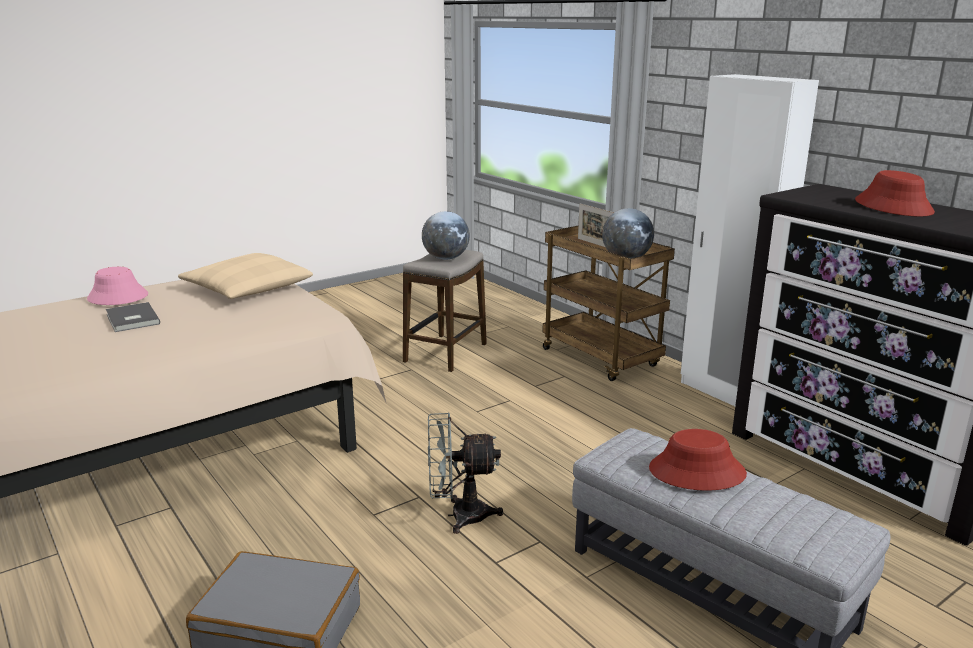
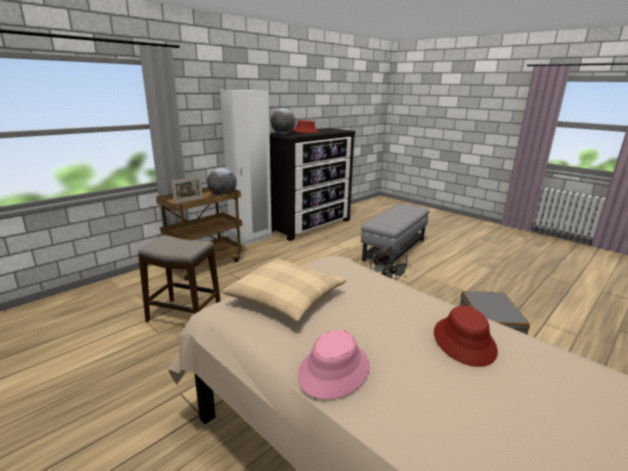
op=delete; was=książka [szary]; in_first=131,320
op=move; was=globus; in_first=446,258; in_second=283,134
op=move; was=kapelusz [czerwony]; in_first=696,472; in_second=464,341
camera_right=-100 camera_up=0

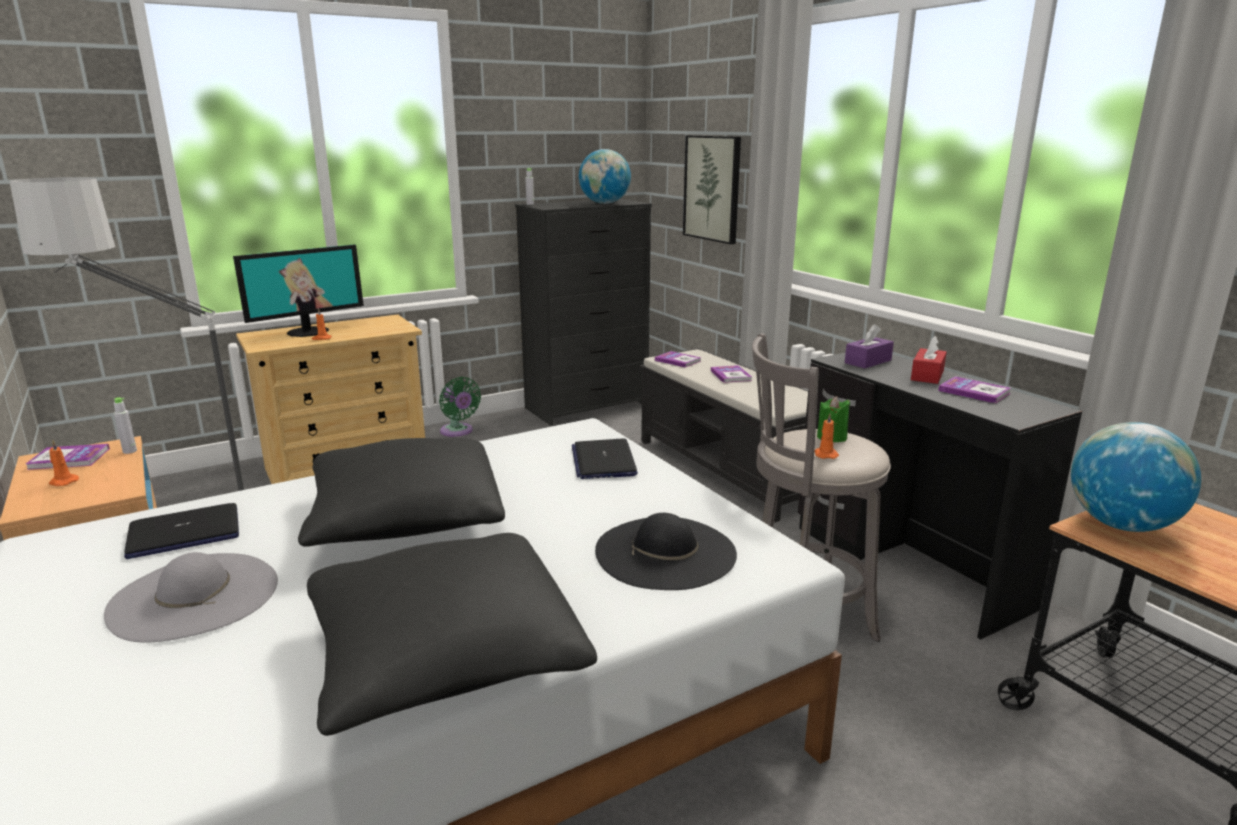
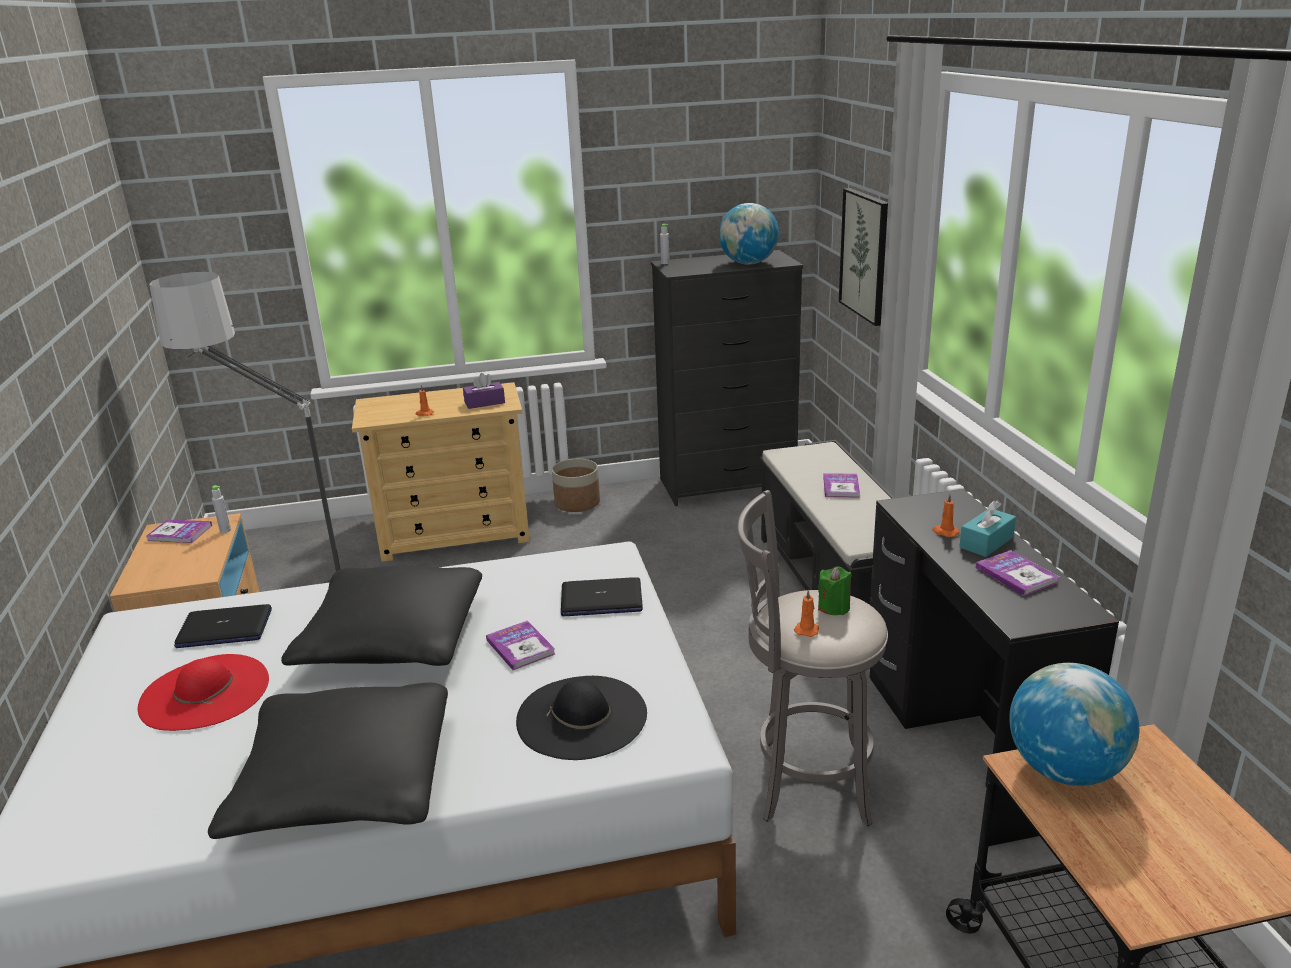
op=move; was=świeca [pomarańczowy]; in_first=63,482; in_second=944,532
op=recolor; was=kapelusz [szary]; now=kapelusz [czerwony]; in_first=194,596; in_second=205,692
op=delete; was=monitor; in_first=308,331
op=replace; was=wentylator [zielony]; now=donica; in_first=458,431; in_second=577,503
op=rotate; was=laptop; in_first=603,461; in_second=601,599; clockwise=-105
op=move; was=książka; in_first=678,360; in_second=520,647
op=move; was=pudełko chusteczek [fioletowy]; in_first=868,361; in_second=484,403
op=recolor; was=pudełko chusteczek [czerwony]; now=pudełko chusteczek [turkusowy]; in_first=927,375; in_second=986,542
camera_right=20 camera_up=5

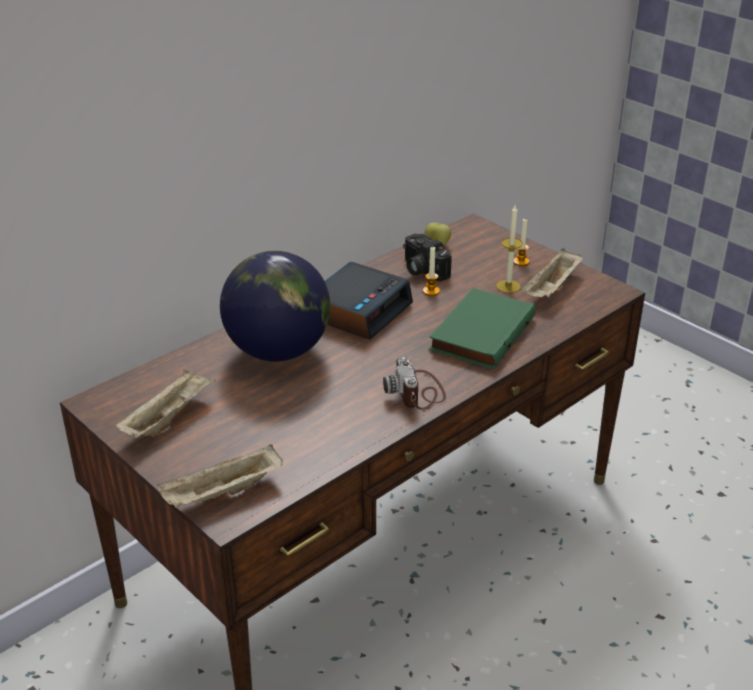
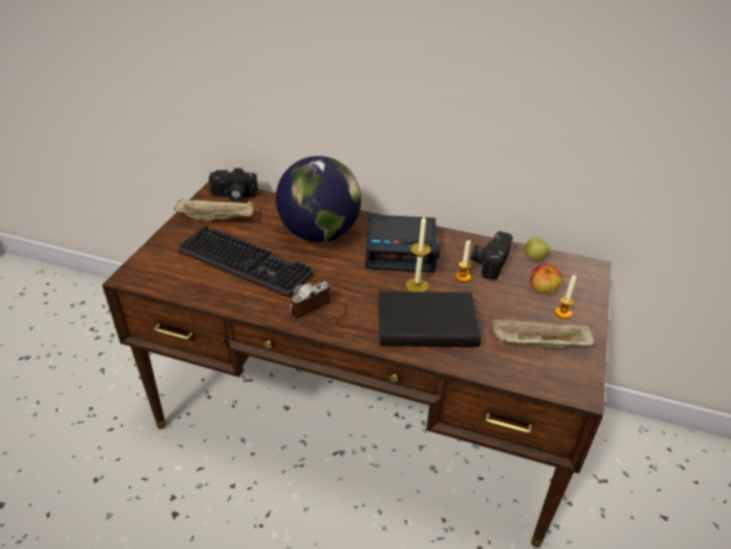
op=delete; was=taca [beżowy]; in_first=222,494
op=recolor; was=książka [zielony]; now=książka [czarny]; in_first=480,333; in_second=427,322
op=move; was=świeca; in_first=508,286; in_second=417,285
op=insert; now=klawiatura; in_second=248,262
op=insert; now=aparat fotograficzny; in_second=233,196
op=insert; now=jabłko; in_second=542,290
camera_right=60 camera_up=5

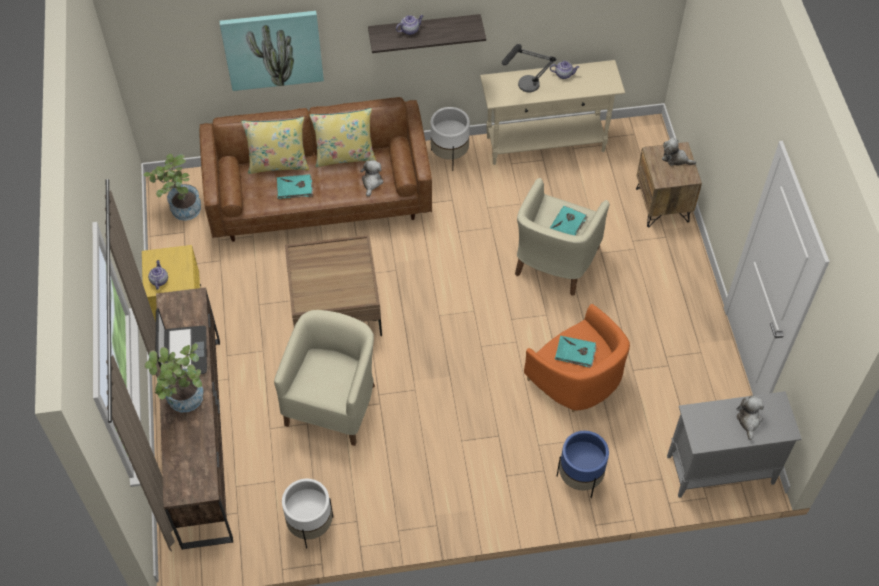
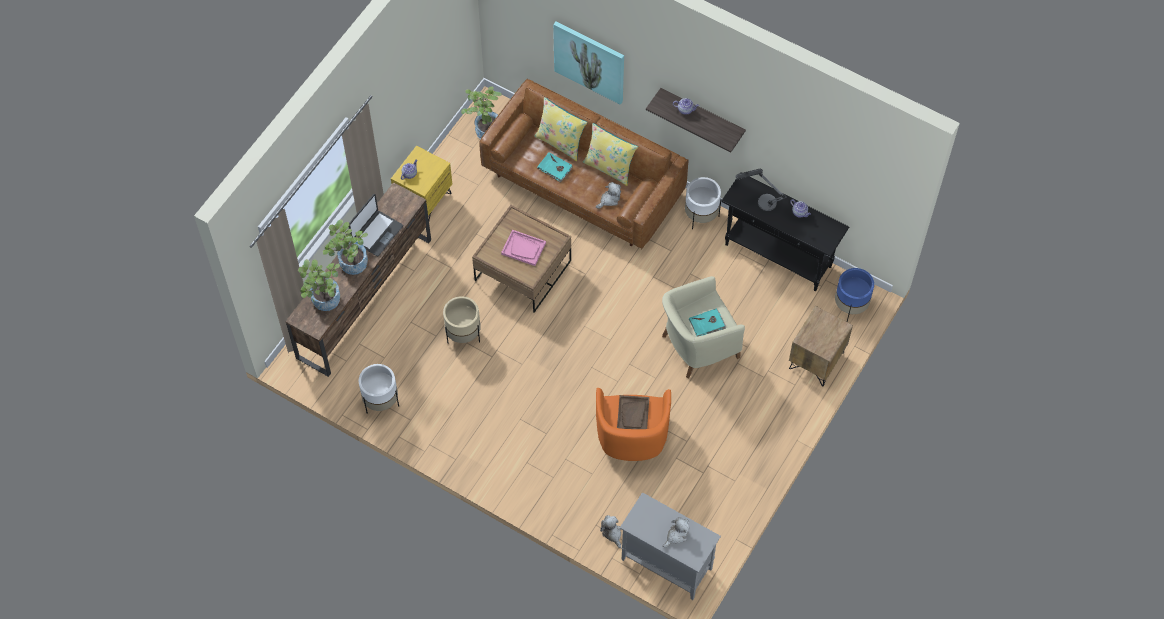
op=replace; was=fotel [beżowy]; now=donica [beżowy]; in_first=333,403; in_second=463,334
op=recolor; was=stolik konsolowy [beżowy]; now=stolik konsolowy [czarny]; in_first=546,144; in_second=778,256
op=replace; was=książka [turkusowy]; now=taca [brązowy]; in_first=575,353; in_second=633,414
op=move; was=donica [niebieski]; in_first=580,478; in_second=850,306
op=move; was=pluszak; in_first=675,158; in_second=612,533
op=insert; now=roślina doniczkowa; in_second=324,303
op=insert; now=taca [różowy]; in_second=523,248
camera_right=40 camera_up=5

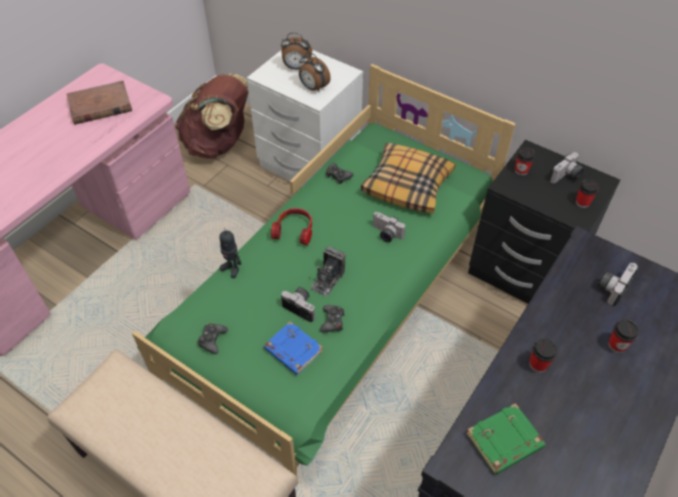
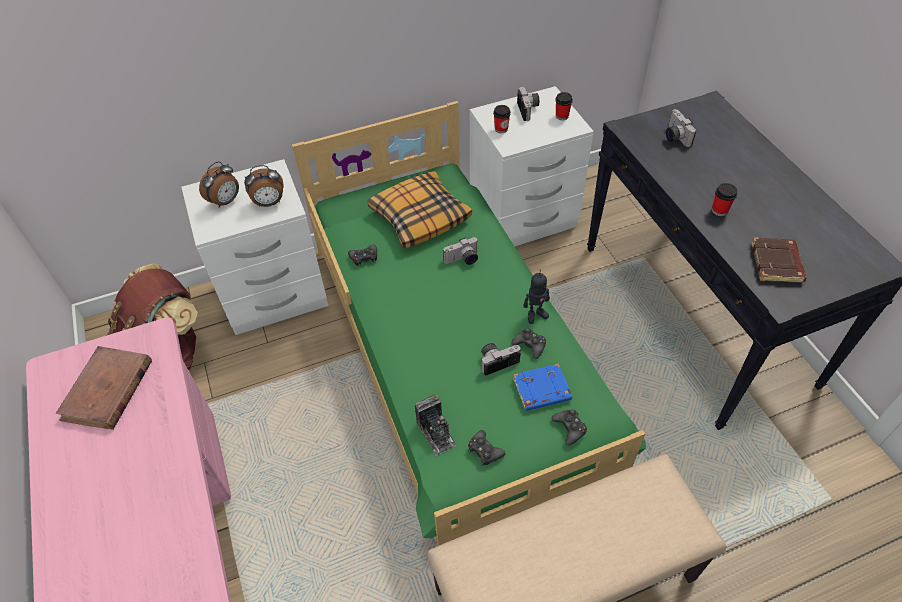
op=move; was=robot zabawkowy; in_first=232,268; in_second=535,314
op=delete; was=słuchawki; in_first=294,230
op=move; was=aparat fotograficzny; in_first=327,280; in_second=436,433
op=recolor; was=książka [zielony]; now=książka [brązowy]; in_first=504,442; in_second=777,264
op=recolor; was=szafka nocna [czarny]; now=szafka nocna [biały]; in_first=523,272; in_second=523,218
op=delete; was=filiżanka; in_first=617,345
op=insert; now=pad do gier [czarny]; in_second=569,428
camera_right=-55 camera_up=0

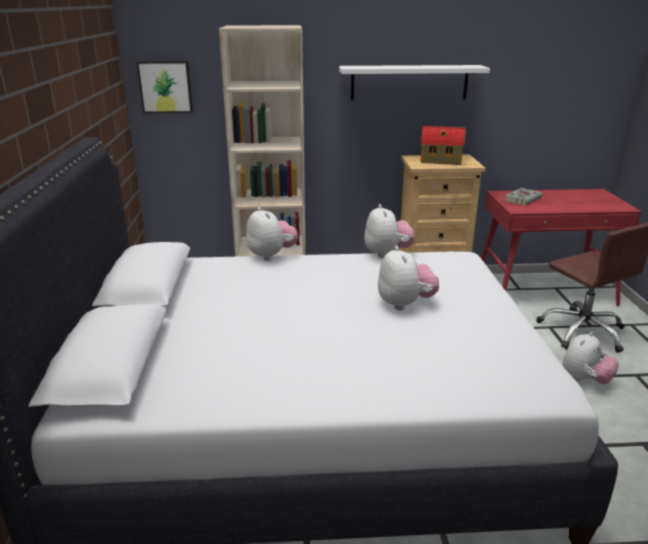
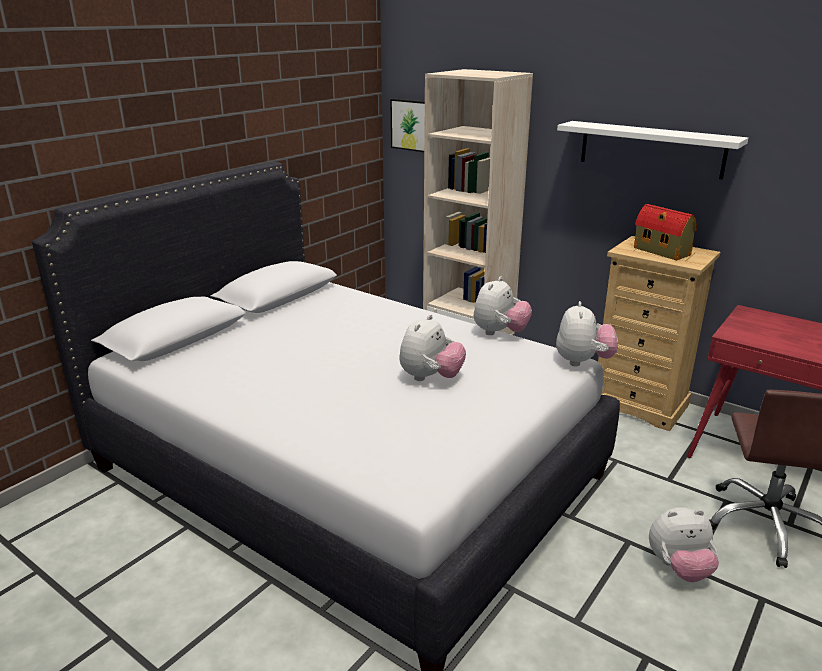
op=move; was=pluszak; in_first=271,255; in_second=583,362
op=delete; was=książka [szary]; in_first=523,199
camera_right=40 camera_up=0

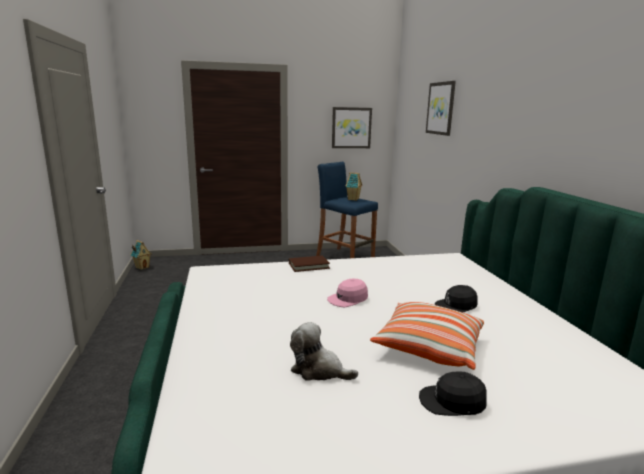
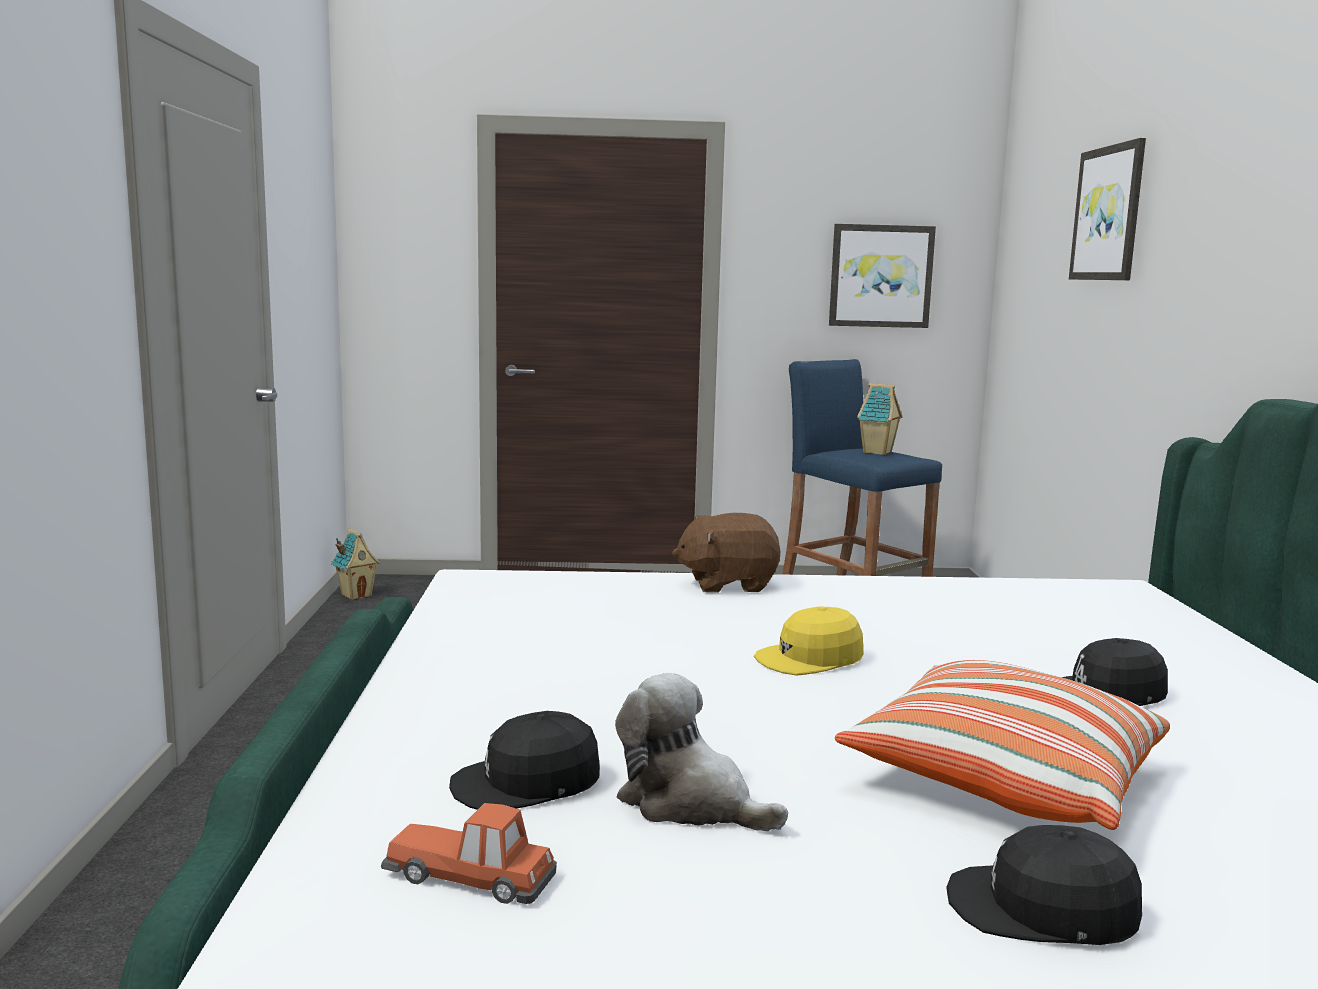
op=replace; was=książka [brązowy]; now=pluszak [brązowy]; in_first=308,266; in_second=727,584
op=recolor; was=czapka z daszkiem [różowy]; now=czapka z daszkiem [żółty]; in_first=348,299; in_second=810,659
op=insert; now=samochodzik; in_second=471,876
op=insert; now=czapka z daszkiem [czarny]; in_second=527,783
camera_right=10 camera_up=-5

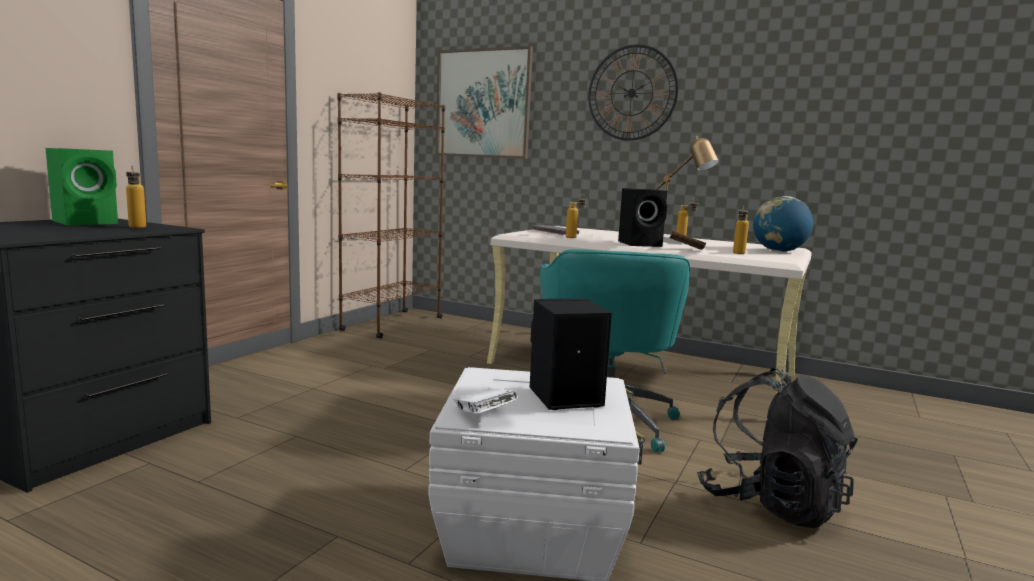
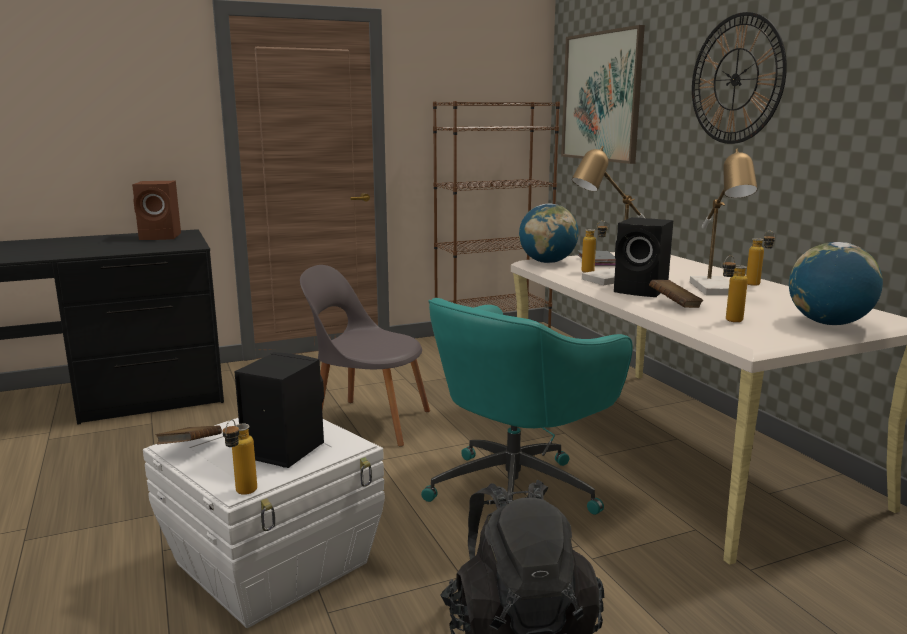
op=recolor; was=głośnik [zielony]; now=głośnik [brązowy]; in_first=88,223; in_second=162,237
op=move; was=butelka; in_first=137,228; in_second=242,494
op=recolor; was=książka [biały]; now=książka [brązowy]; in_first=483,416; in_second=190,448
op=insert; now=krzesło [szary]; in_second=368,422
op=insert; now=globus; in_second=547,262
op=insert; now=lampa stołowa; in_second=606,280
camera_right=40 camera_up=5

